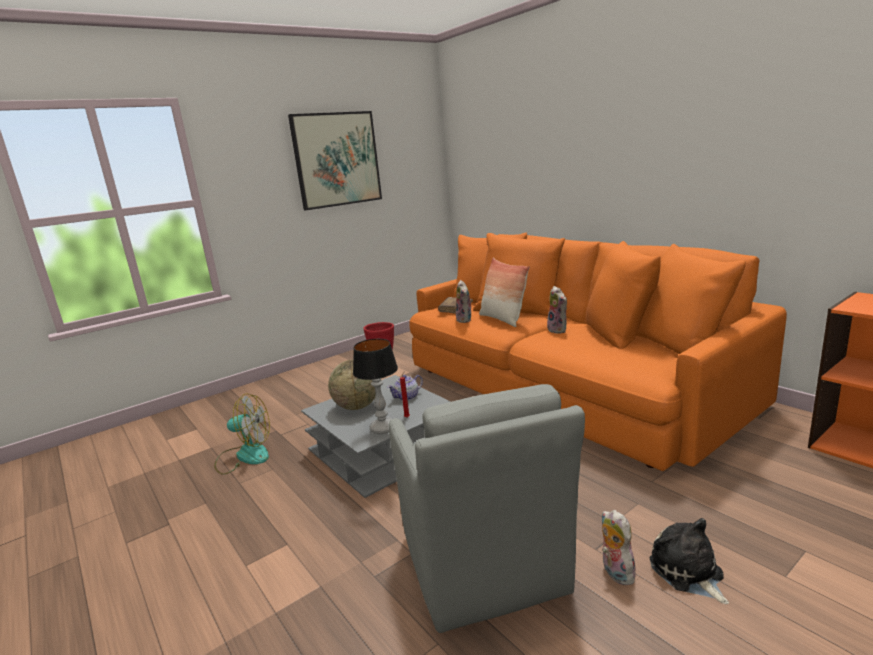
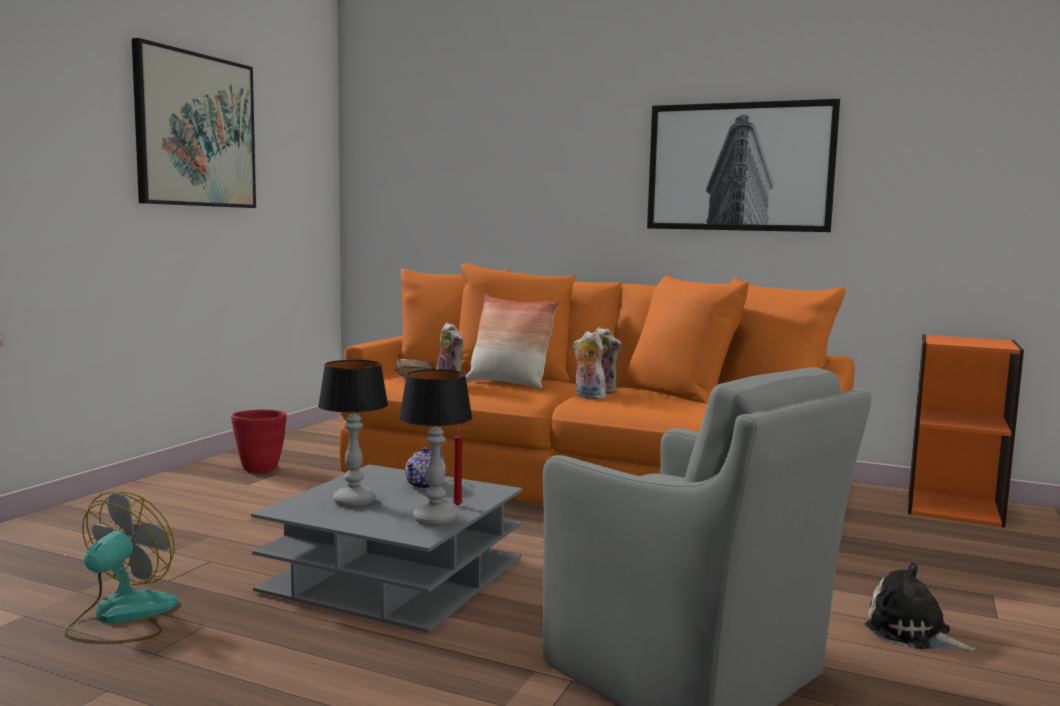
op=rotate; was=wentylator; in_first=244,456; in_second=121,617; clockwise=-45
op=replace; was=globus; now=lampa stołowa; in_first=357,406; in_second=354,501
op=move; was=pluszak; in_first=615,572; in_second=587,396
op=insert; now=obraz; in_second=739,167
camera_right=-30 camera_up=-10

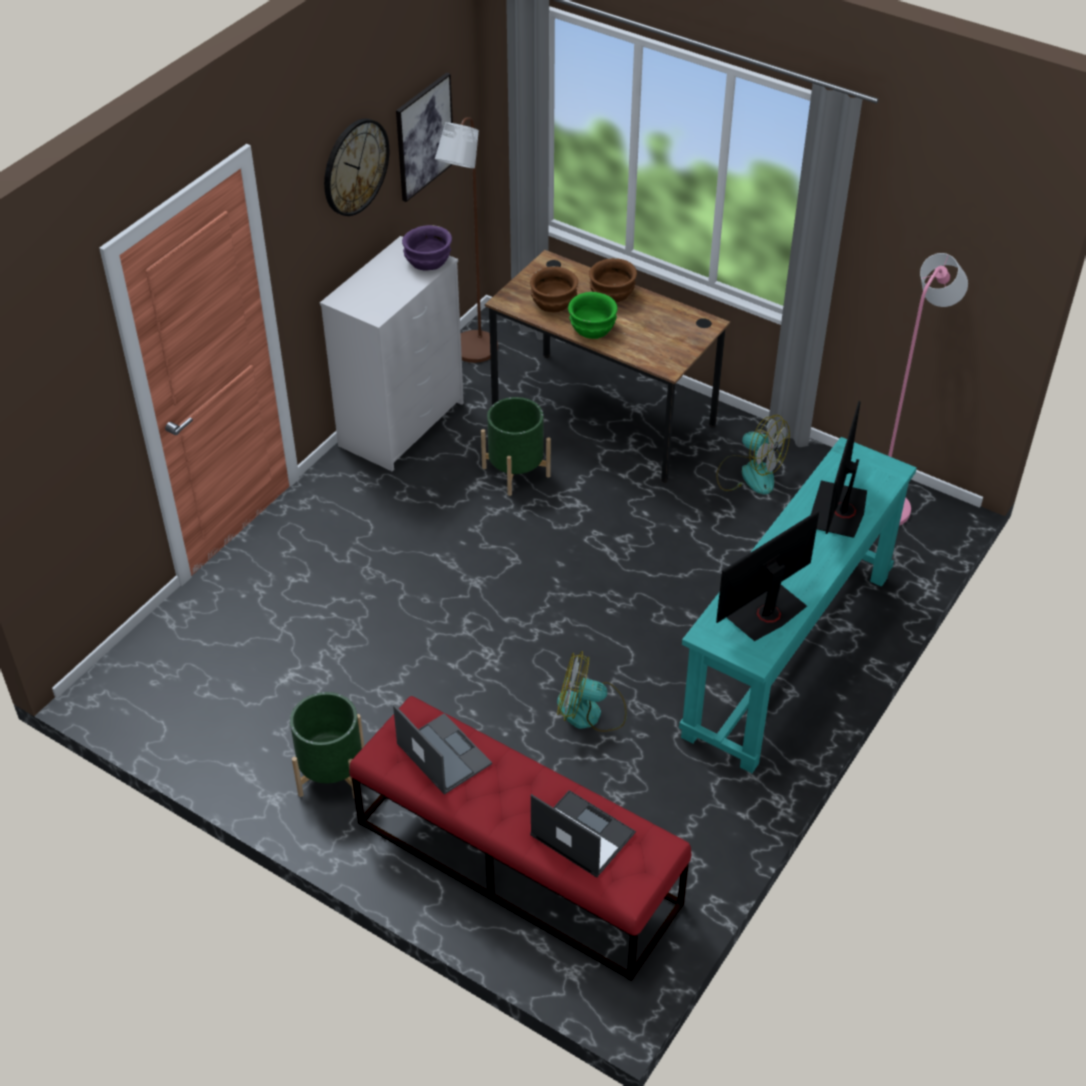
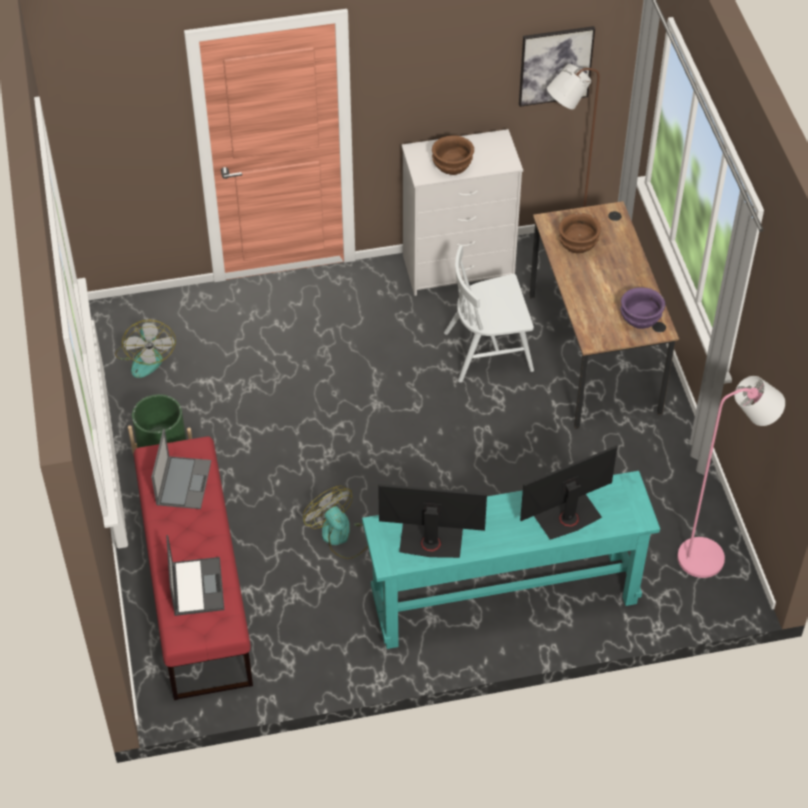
op=delete; was=zegar ścienny; in_first=355,167
op=move; was=miska [fioletowy]; in_first=427,262; in_second=639,318
op=replace; was=donica [zielony]; now=krzesło [biały]; in_first=516,472; in_second=489,351
op=delete; was=miska [zielony]; in_first=592,328
op=move; was=miska [brązowy]; in_first=611,294; in_second=451,166
op=move; was=wentylator; in_first=749,474; in_second=145,357
camera_right=45 camera_up=5

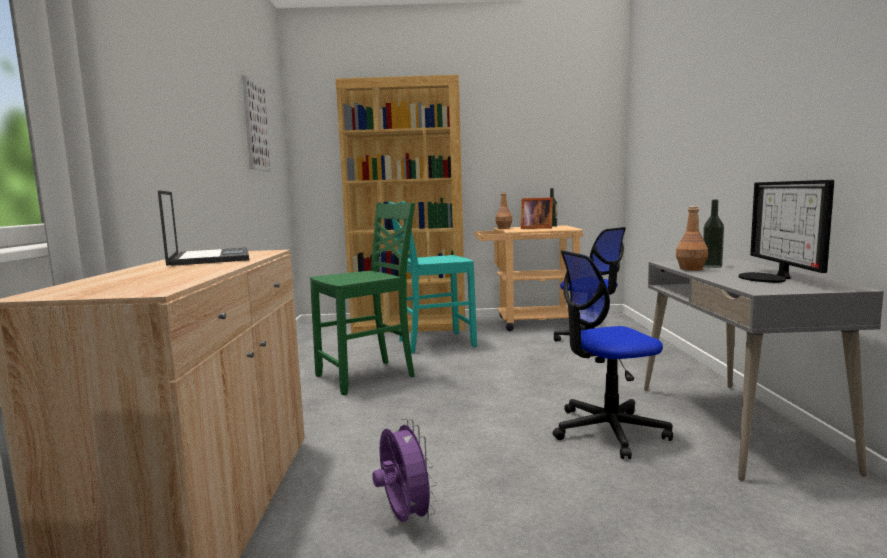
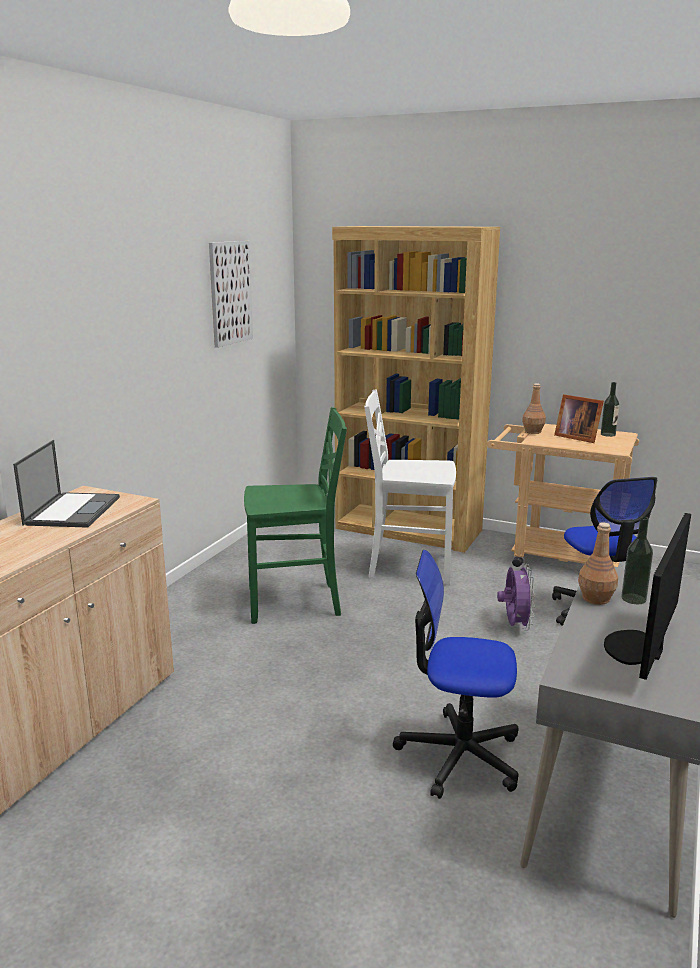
op=move; was=wentylator [fioletowy]; in_first=404,518; in_second=514,625
op=recolor; was=krzesło [turkusowy]; now=krzesło [biały]; in_first=434,343; in_second=408,567
camera_right=25 camera_up=10

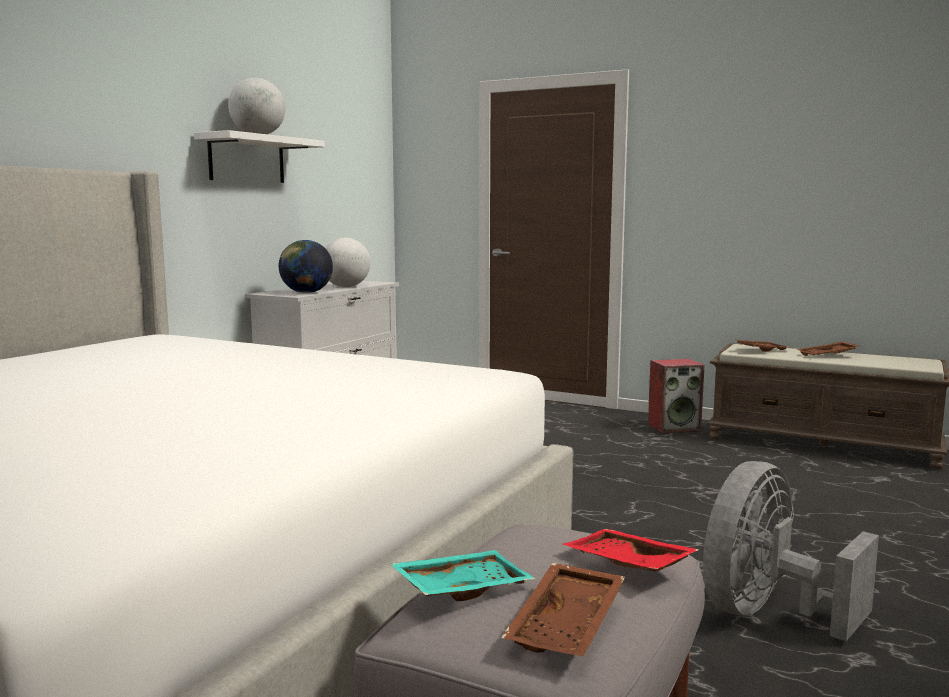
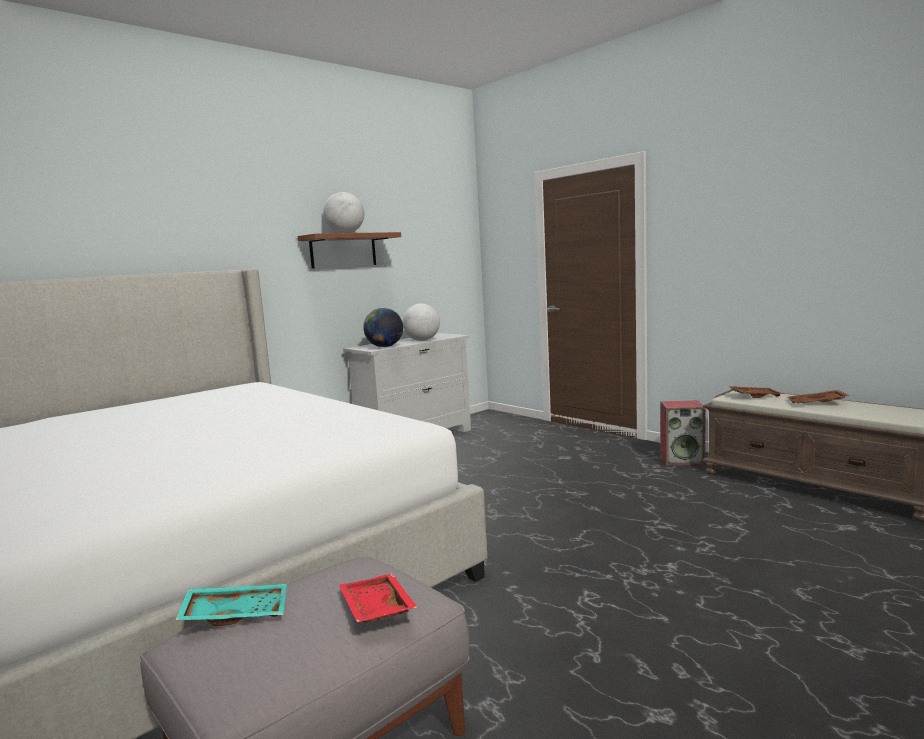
op=recolor; was=półka [biały]; now=półka [brązowy]; in_first=247,159; in_second=343,251
op=delete; was=taca [brązowy]; in_first=568,626
op=delete; was=wentylator [szary]; in_first=767,613
camera_right=20 camera_up=0

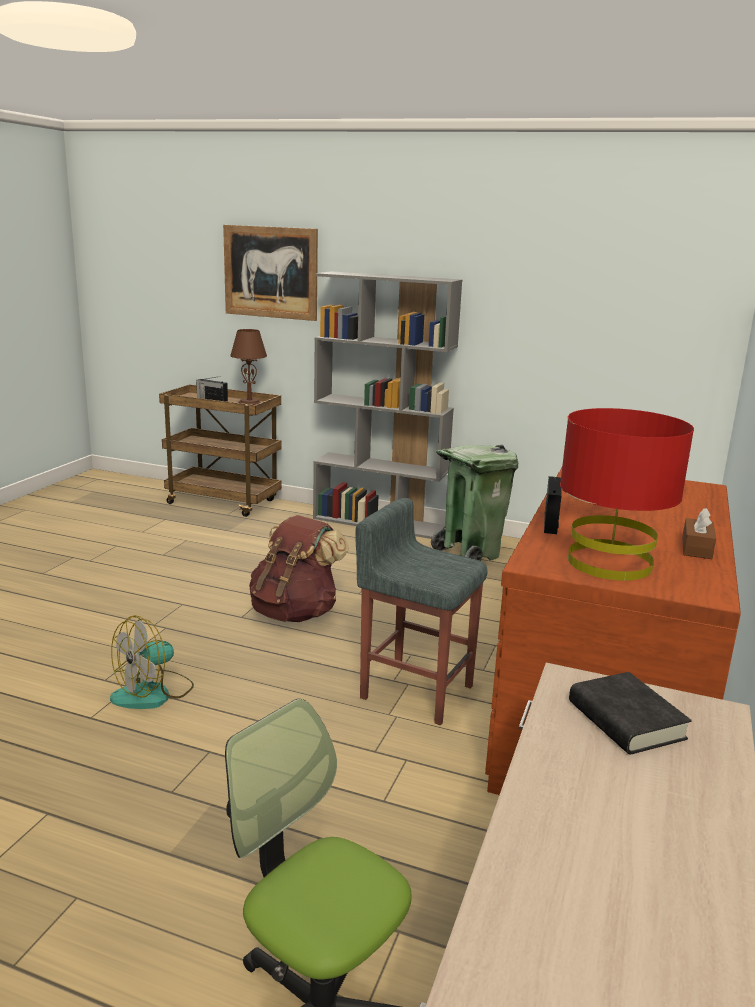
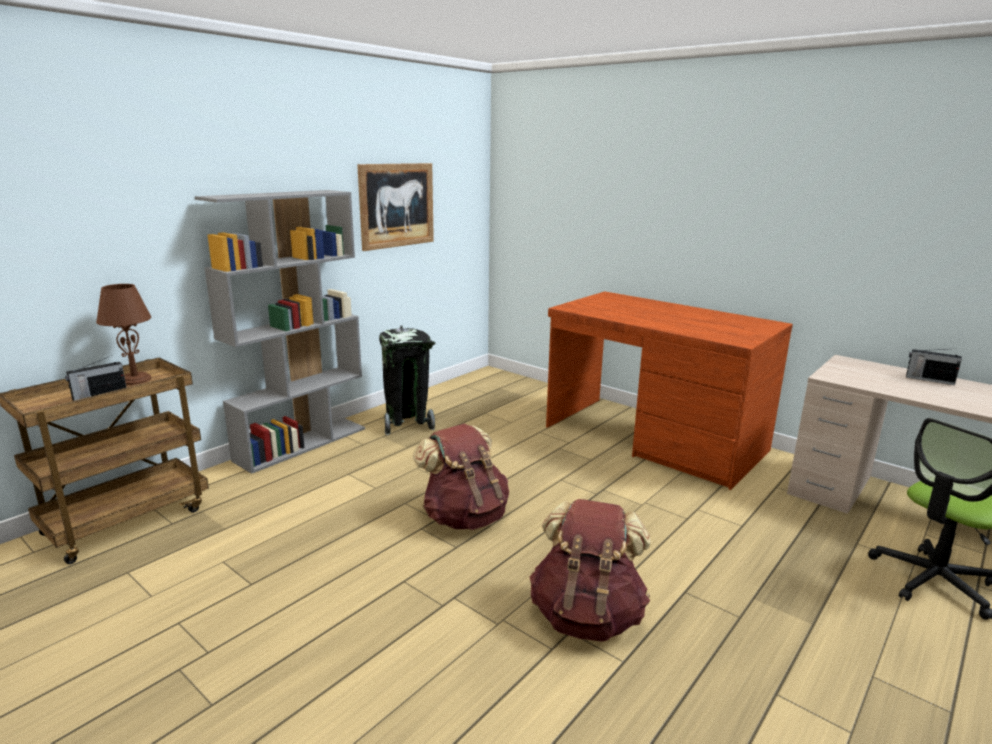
op=replace; was=wentylator; now=plecak [brązowy]; in_first=153,693; in_second=587,616
op=move; was=obraz; in_first=270,272; in_second=397,205
op=delete; was=stołek [szary]; in_first=415,691
op=recolor; was=kosz na śmieci [zielony]; now=kosz na śmieci [czarny]; in_first=470,554; in_second=407,423
op=move; was=radio; in_first=550,522; in_second=928,379
op=delete; was=lampa stołowa [czerwony]; in_first=609,563
op=delete; was=książka [czarny]; in_first=626,720
op=delete; was=pudełko chusteczek [brązowy]; in_first=696,548
camera_right=-70 camera_up=0

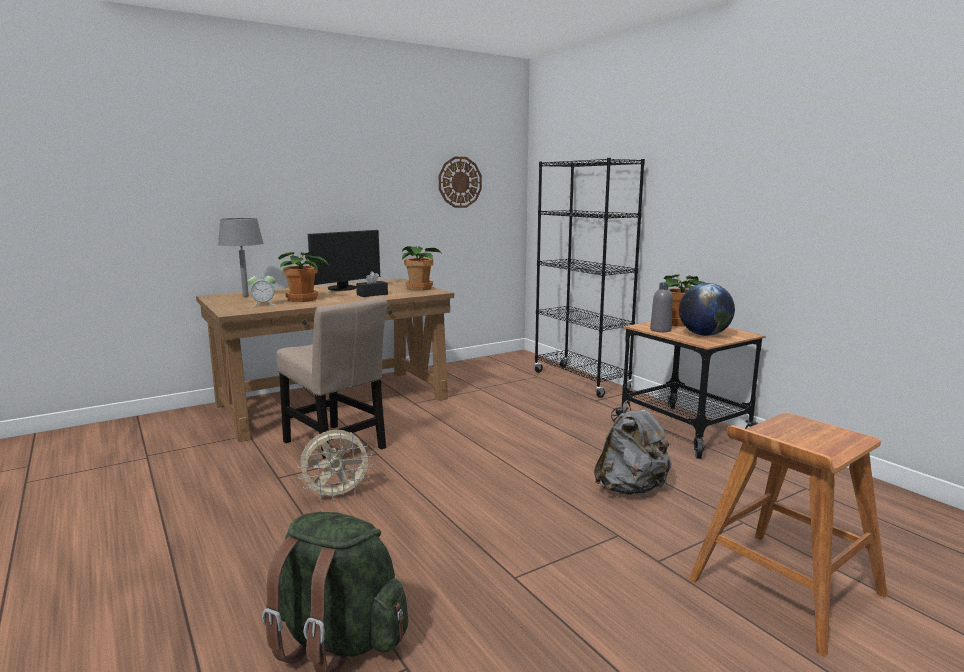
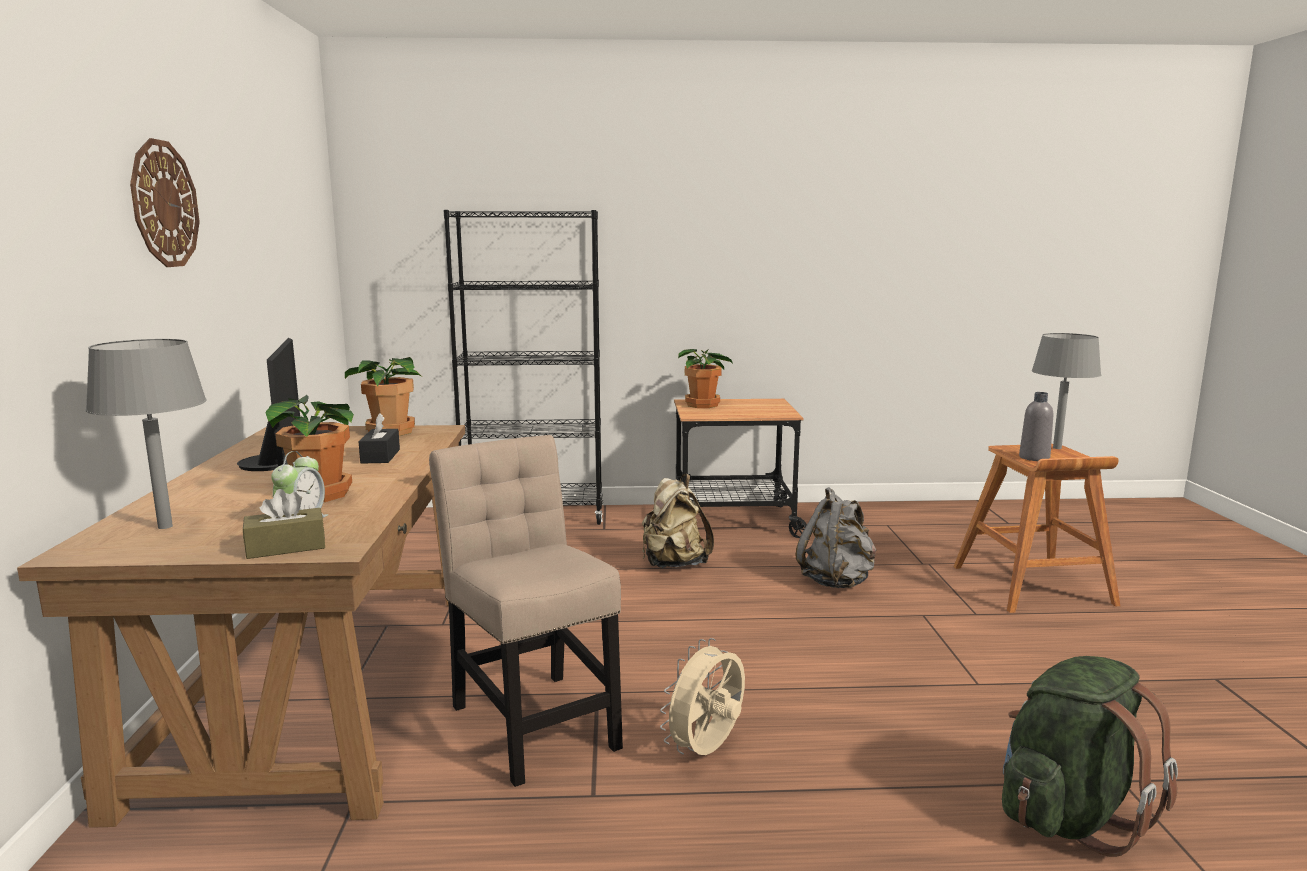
op=rotate; was=krzesło [beżowy]; in_first=336,447; in_second=532,720; clockwise=-105
op=rotate; was=wentylator [beżowy]; in_first=337,495; in_second=707,751; clockwise=-150
op=move; was=zegar ścienny; in_first=460,182; in_second=164,204
op=move; was=butelka [szary]; in_first=660,330; in_second=1034,458
op=delete; was=globus; in_first=704,335
op=insert; now=pudełko chusteczek [brązowy]; in_second=286,547
op=insert; now=plecak [beżowy]; in_second=673,564
op=insert; now=lampa stołowa [szary]; in_second=1056,448
camera_right=-60 camera_up=0

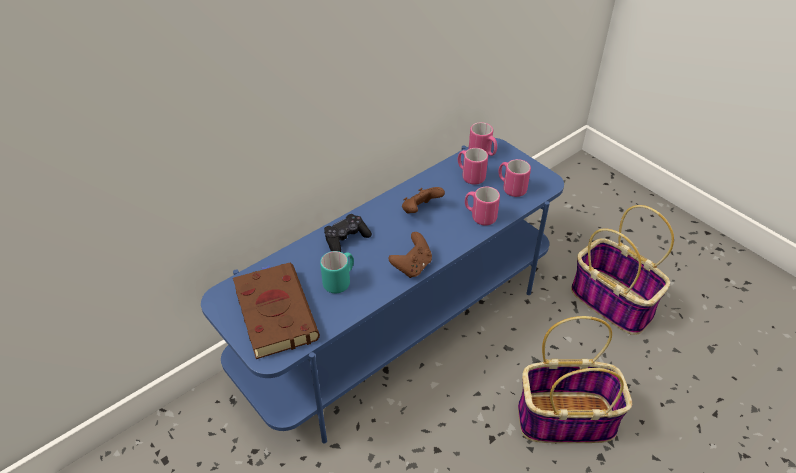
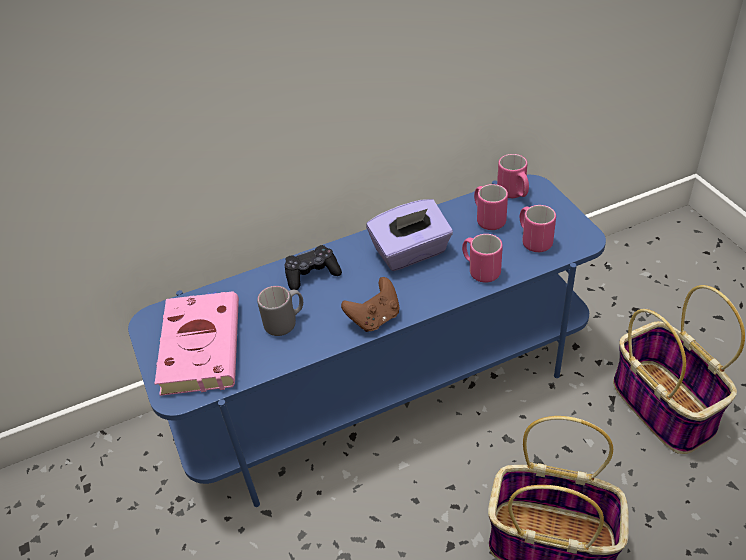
op=recolor; was=książka [brązowy]; now=książka [różowy]; in_first=274,311; in_second=201,344
op=recolor; was=kubek [turkusowy]; now=kubek [szary]; in_first=340,281; in_second=285,322
op=replace; was=pad do gier [brązowy]; now=pudełko chusteczek [fioletowy]; in_first=420,210; in_second=411,252
camera_right=20 camera_up=0

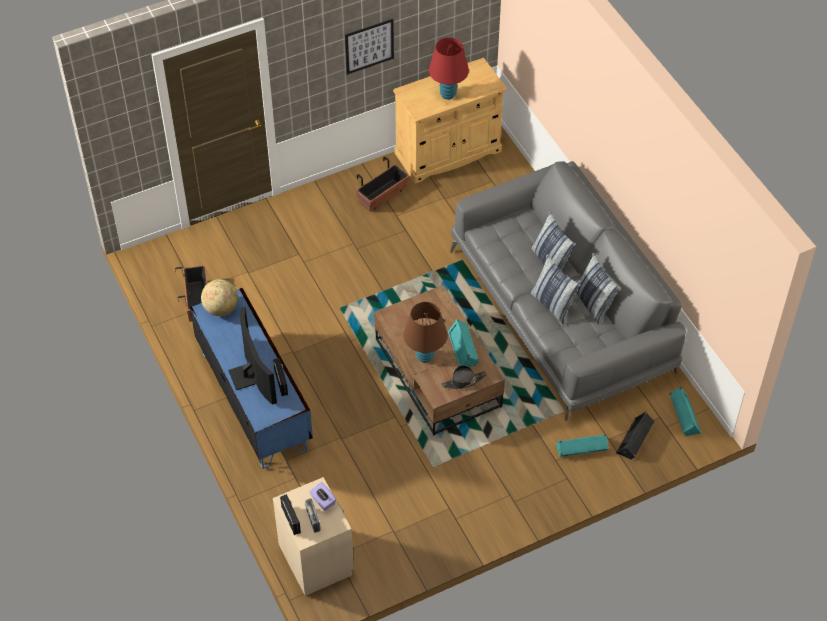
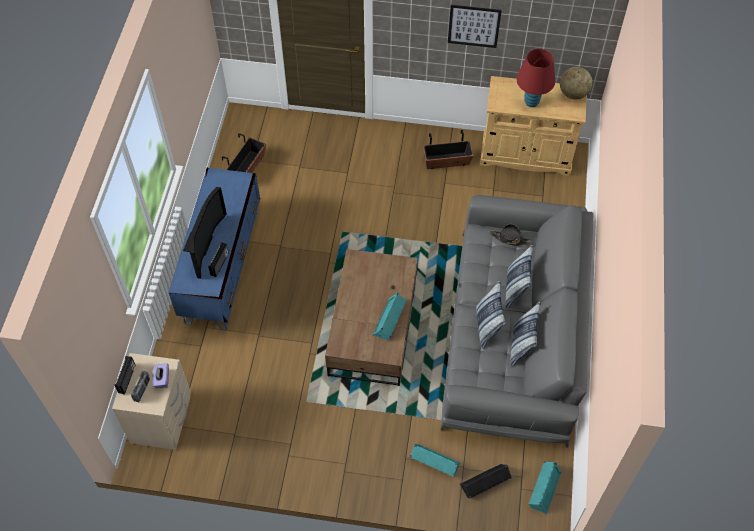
op=move; was=globus; in_first=221,308; in_second=573,93
op=delete; was=lampa stołowa [brązowy]; in_first=425,357
op=move; was=kapelusz [czarny]; in_first=463,381; in_second=509,238
camera_right=35 camera_up=5

